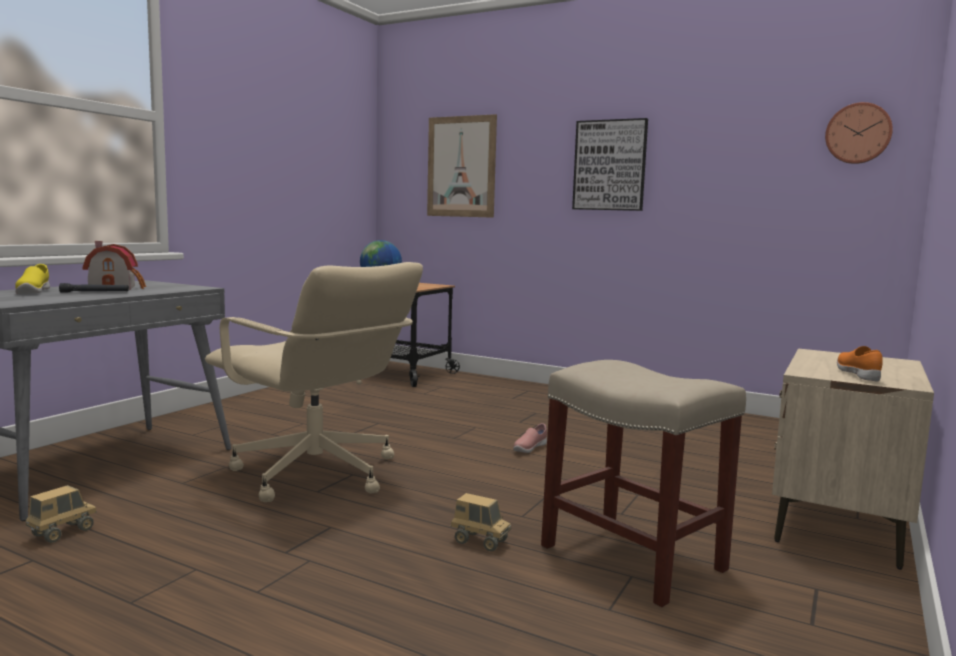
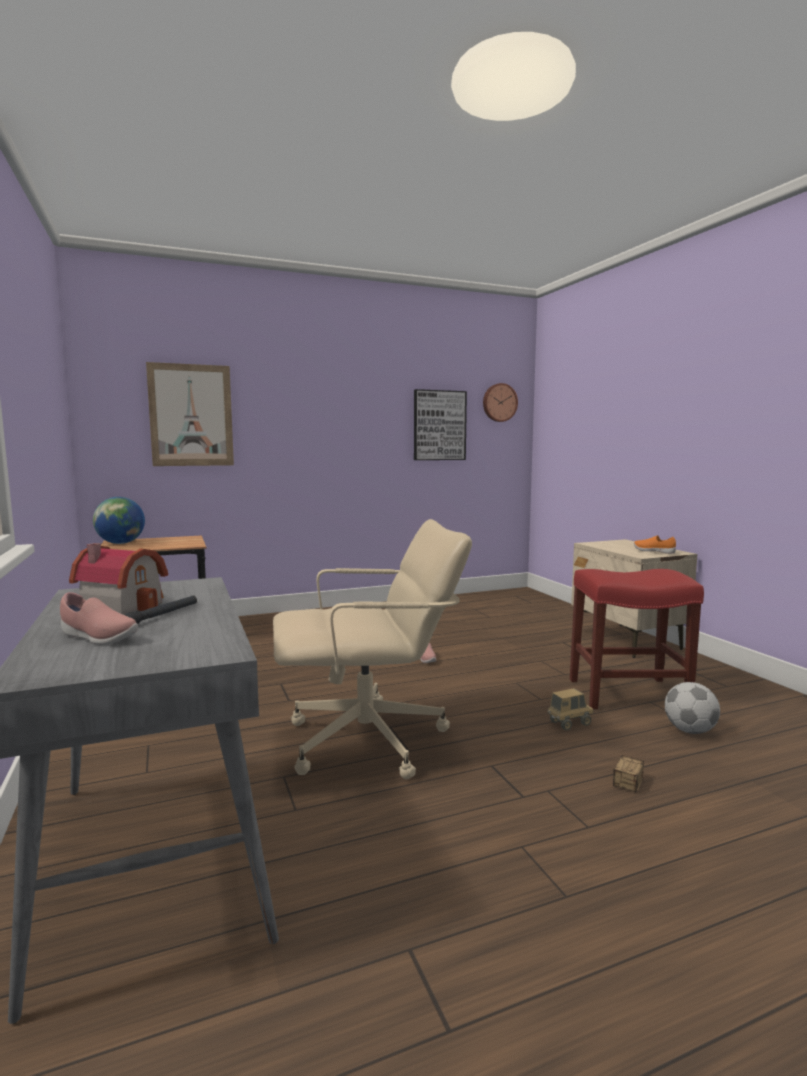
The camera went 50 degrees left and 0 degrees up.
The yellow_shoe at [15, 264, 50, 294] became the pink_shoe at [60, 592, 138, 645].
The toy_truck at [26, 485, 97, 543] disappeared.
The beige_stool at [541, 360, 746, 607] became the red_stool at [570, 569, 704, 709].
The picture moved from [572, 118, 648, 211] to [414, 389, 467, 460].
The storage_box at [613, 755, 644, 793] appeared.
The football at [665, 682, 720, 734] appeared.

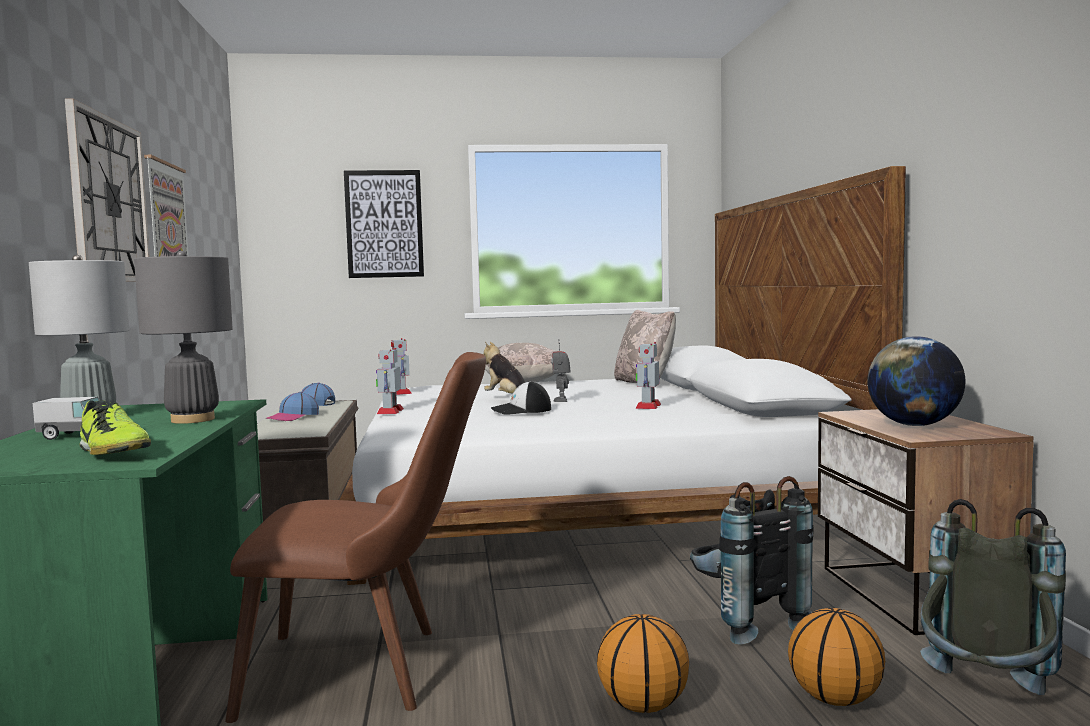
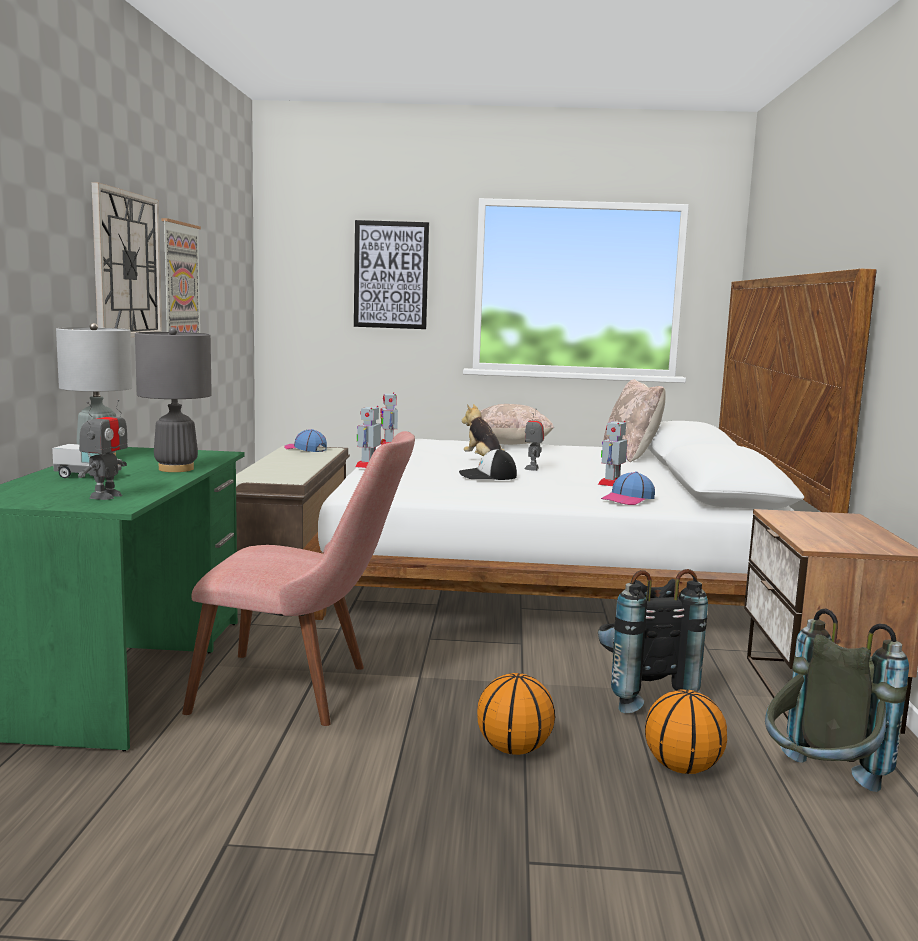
The camera went 10 degrees right and 5 degrees up.
The shoe at [79, 400, 151, 455] was replaced by the toy_robot at [78, 399, 128, 500].
The brown_chair at [225, 352, 486, 723] became the pink_chair at [182, 431, 415, 726].
The cap moved from [266, 392, 319, 421] to [601, 472, 655, 505].
The globe at [867, 336, 965, 426] disappeared.

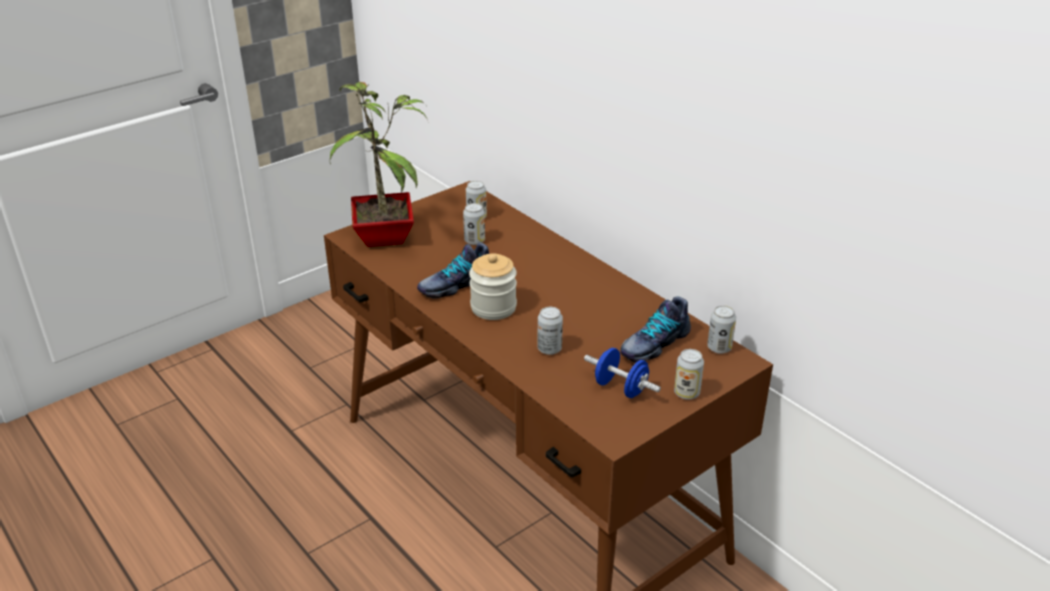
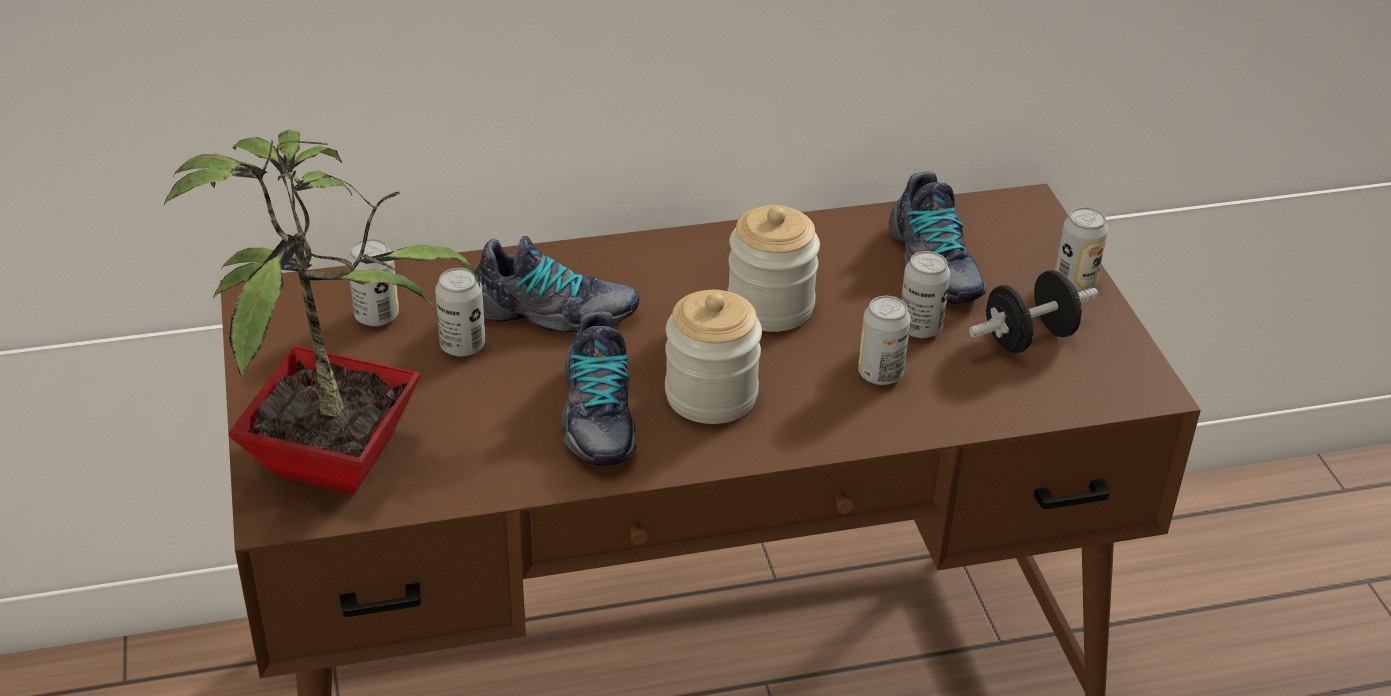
The camera went 65 degrees left and 5 degrees up.
The blue_dumbbell at [584, 348, 661, 398] became the black_dumbbell at [969, 270, 1098, 353].
The can moved from [707, 305, 736, 354] to [901, 251, 950, 338].
The shoe at [475, 236, 639, 332] appeared.
The jar at [727, 205, 820, 332] appeared.

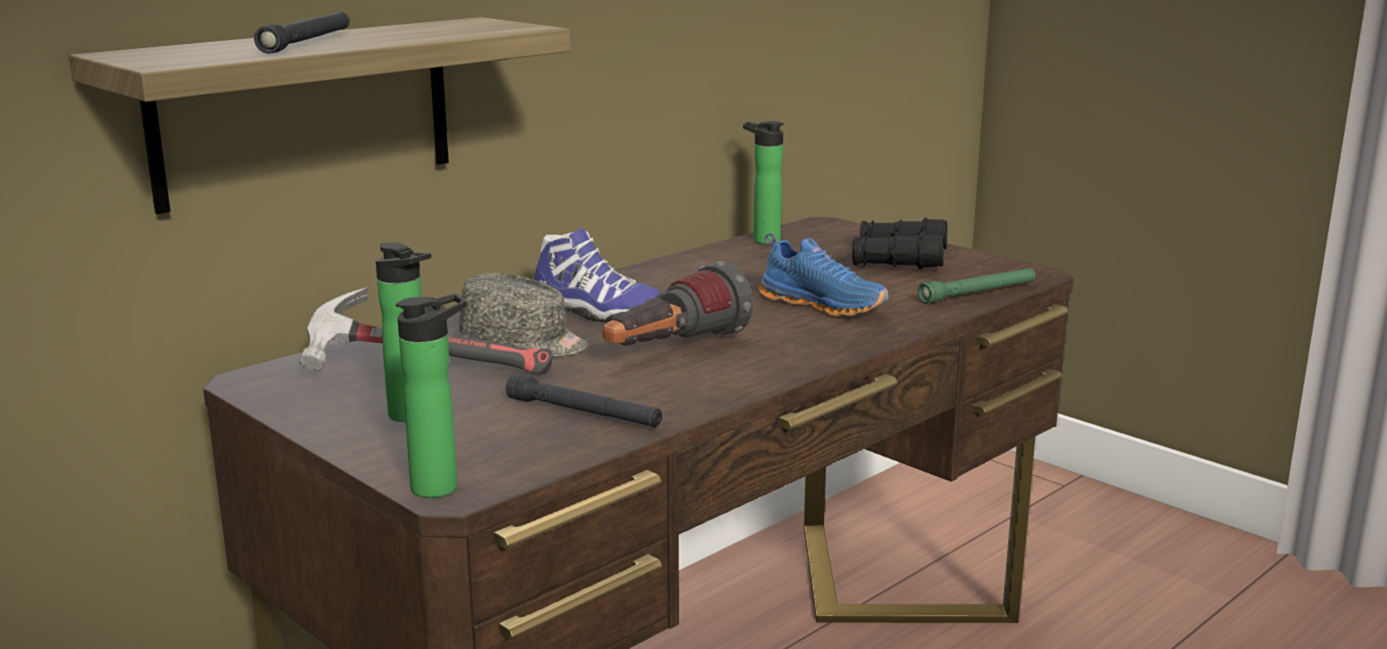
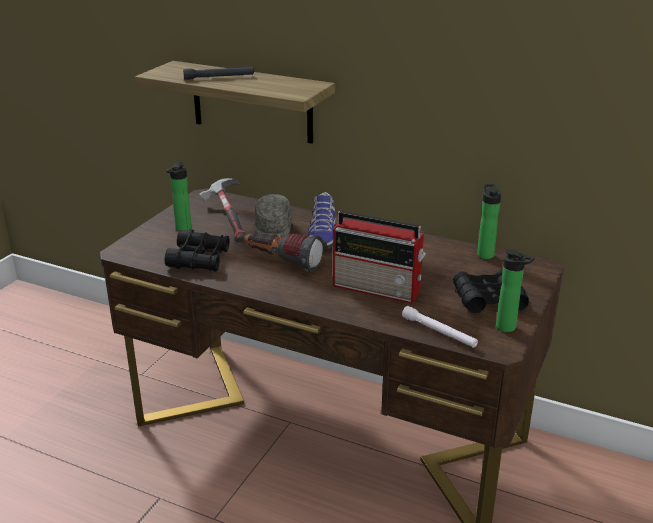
The camera went 70 degrees right and 10 degrees up.
The bottle moved from [396, 293, 467, 498] to [496, 249, 535, 332].
The black_flashlight at [506, 373, 662, 427] was replaced by the black_binoculars at [165, 230, 230, 272].
The blue_shoe at [759, 234, 889, 316] was replaced by the radio at [333, 211, 426, 304].
The green_flashlight at [918, 268, 1036, 304] became the white_flashlight at [402, 306, 478, 348].

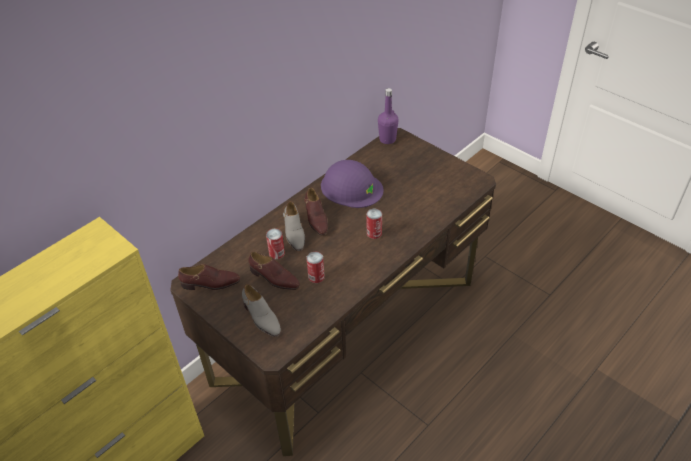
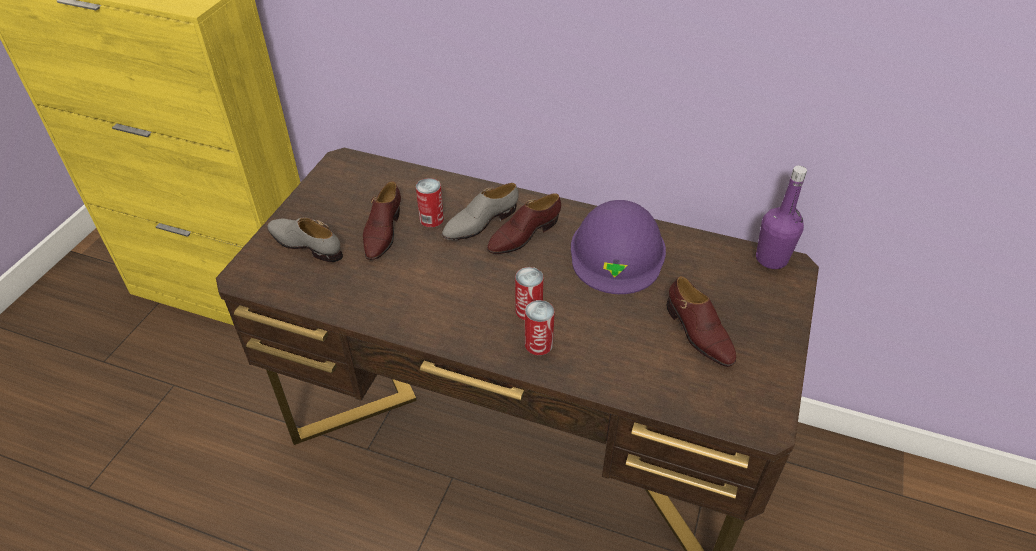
The camera went 65 degrees right and 0 degrees up.
The brown_shoe moved from [178, 264, 240, 290] to [667, 276, 736, 367].
The grey_shoe at [242, 284, 281, 337] turned 90 degrees clockwise.
The can moved from [306, 252, 325, 283] to [525, 300, 555, 355].

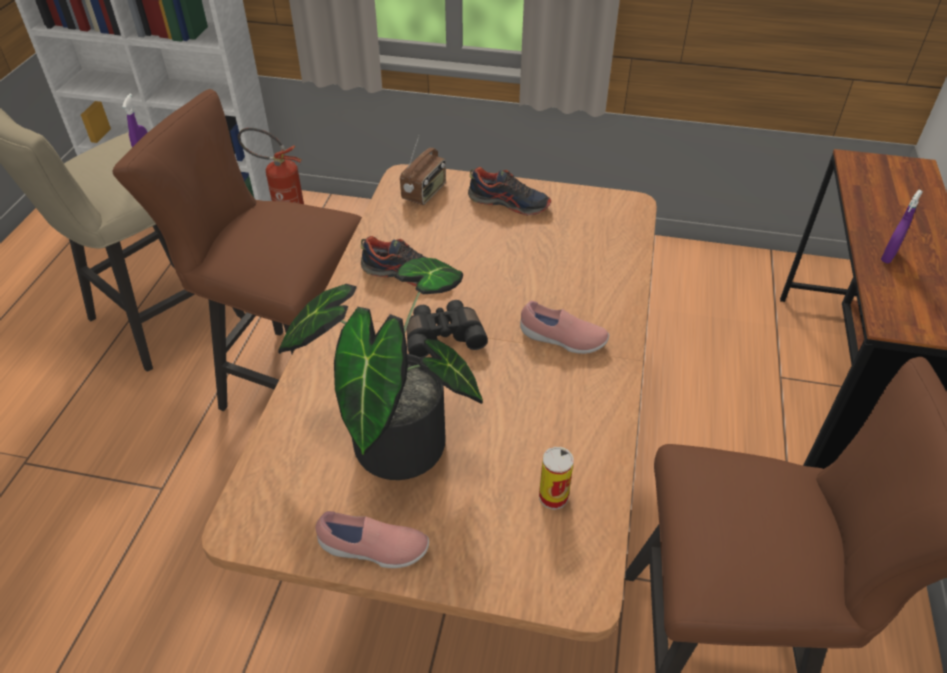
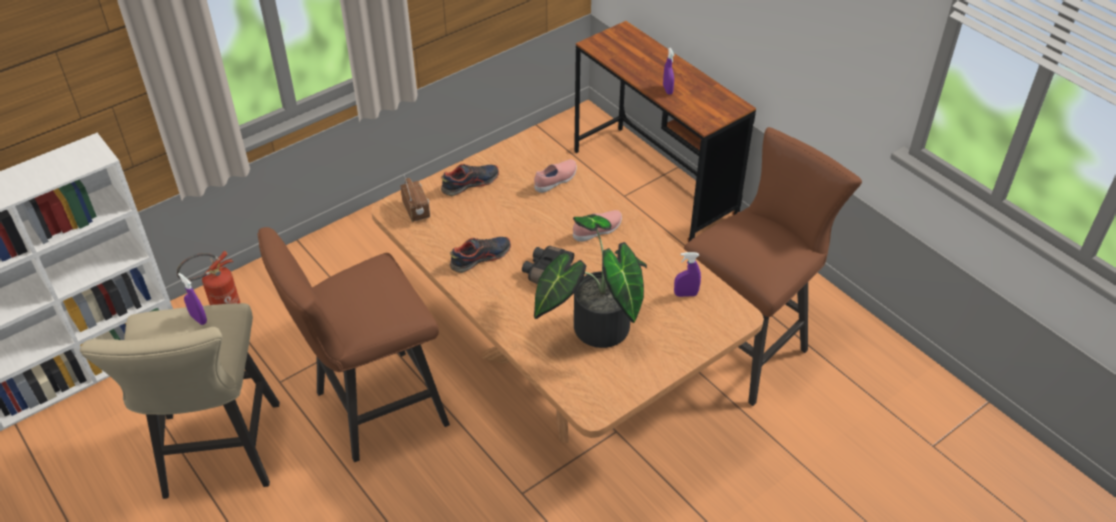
The camera went 50 degrees left and 0 degrees up.
The pink_shoe moved from [316, 511, 429, 568] to [534, 159, 577, 193].
The can at [539, 447, 574, 510] was replaced by the purple_spray_bottle at [674, 252, 701, 297].

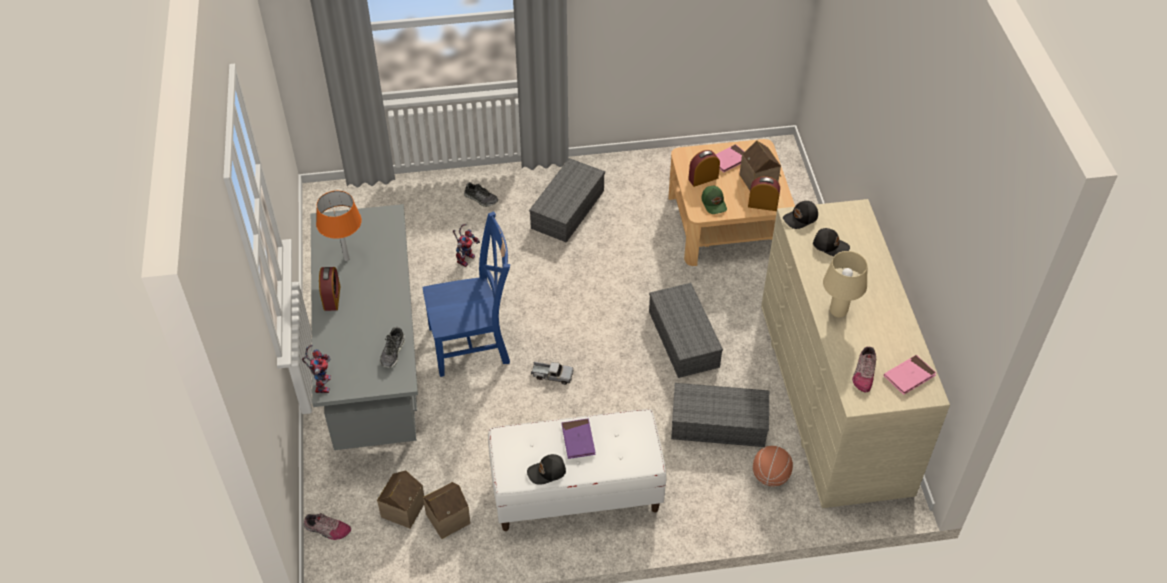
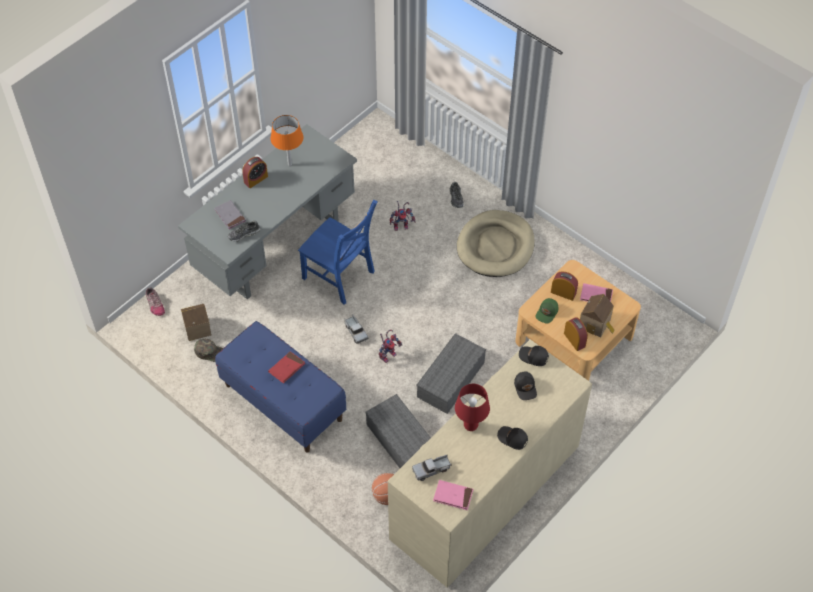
The camera went 50 degrees right and 5 degrees up.
The toy_robot moved from [302, 345, 331, 393] to [379, 330, 403, 363].
The toy_house at [423, 482, 471, 539] was replaced by the green_cap at [194, 338, 223, 362].
The white_bench at [488, 409, 667, 531] became the blue_bench at [215, 321, 346, 453].
The black_cap moved from [527, 454, 566, 485] to [497, 426, 528, 450].
The grey_storage_box at [529, 158, 605, 243] was replaced by the beige_dog_bed at [457, 210, 535, 277].
The purple_book at [561, 418, 596, 459] became the red_book at [268, 351, 305, 383].
The beige_table_lamp at [823, 251, 868, 318] became the red_table_lamp at [455, 384, 490, 431].
The shoe at [852, 347, 876, 392] was replaced by the toy_truck at [412, 455, 452, 481].
The grey_book at [214, 200, 246, 229] appeared.

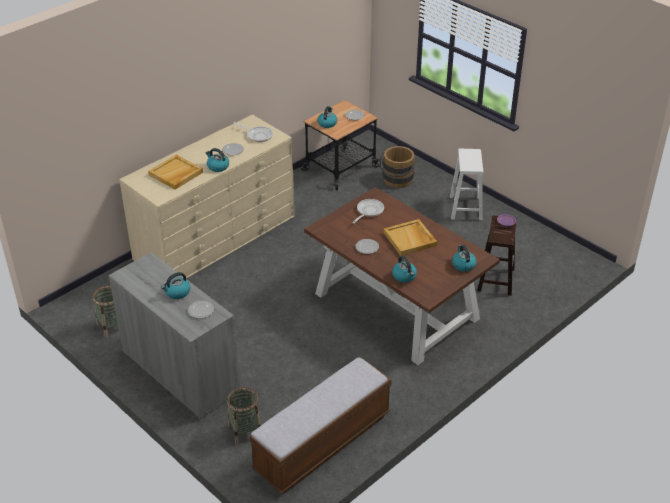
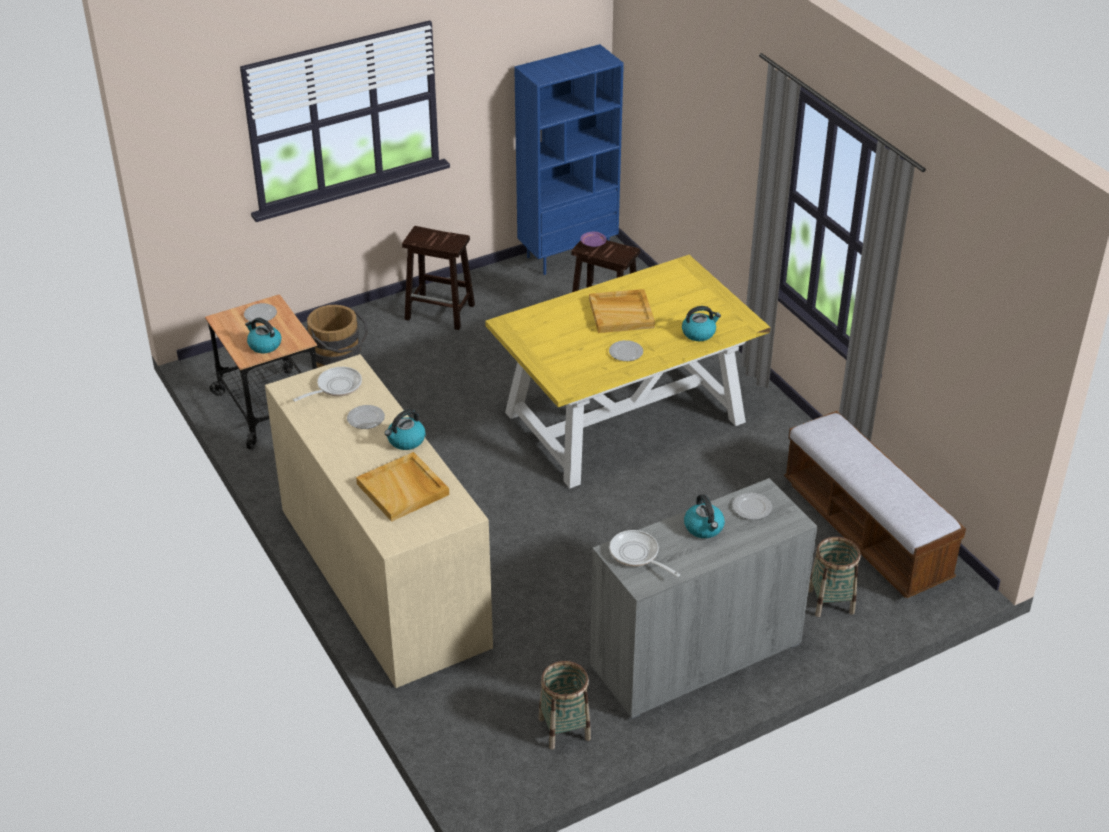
The camera went 75 degrees left and 0 degrees up.
The brown_dining_table at [304, 187, 500, 365] became the yellow_dining_table at [485, 255, 770, 488].
The frying_pan moved from [352, 199, 384, 223] to [609, 530, 680, 577].
The white_stool at [450, 149, 483, 220] became the brown_stool at [402, 226, 475, 330].
The kettle at [452, 245, 476, 272] disappeared.
The blue_bookcase at [514, 44, 624, 275] appeared.

